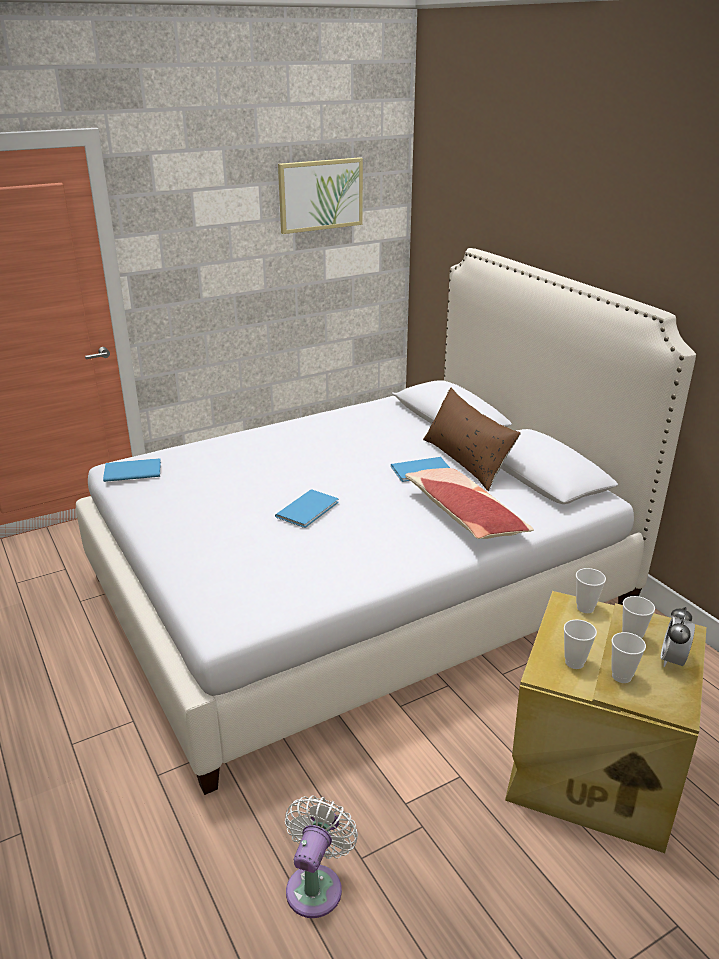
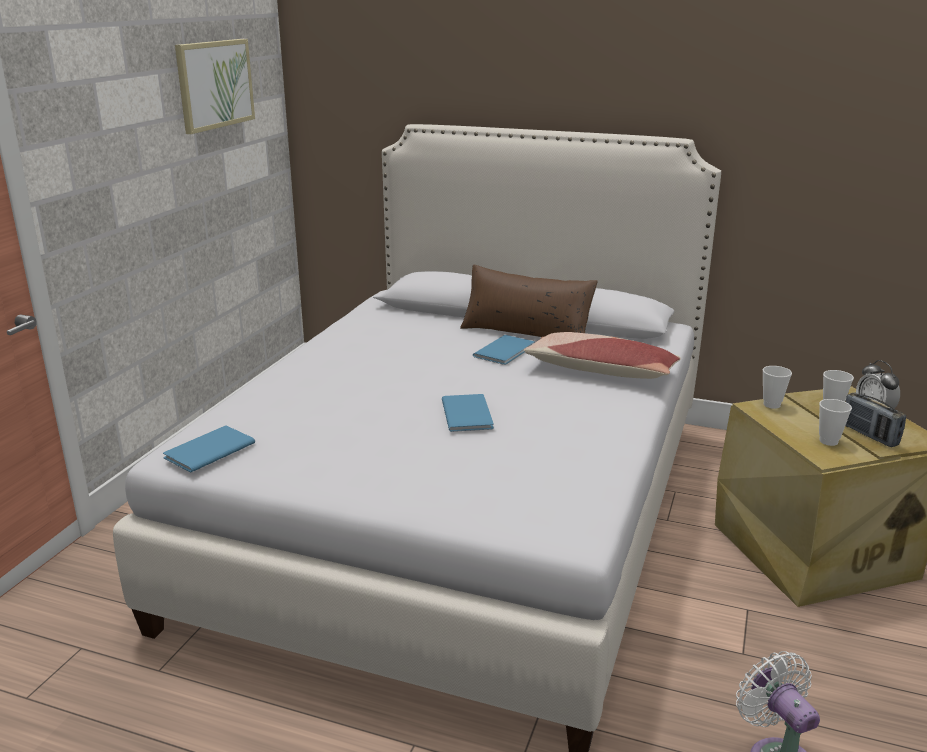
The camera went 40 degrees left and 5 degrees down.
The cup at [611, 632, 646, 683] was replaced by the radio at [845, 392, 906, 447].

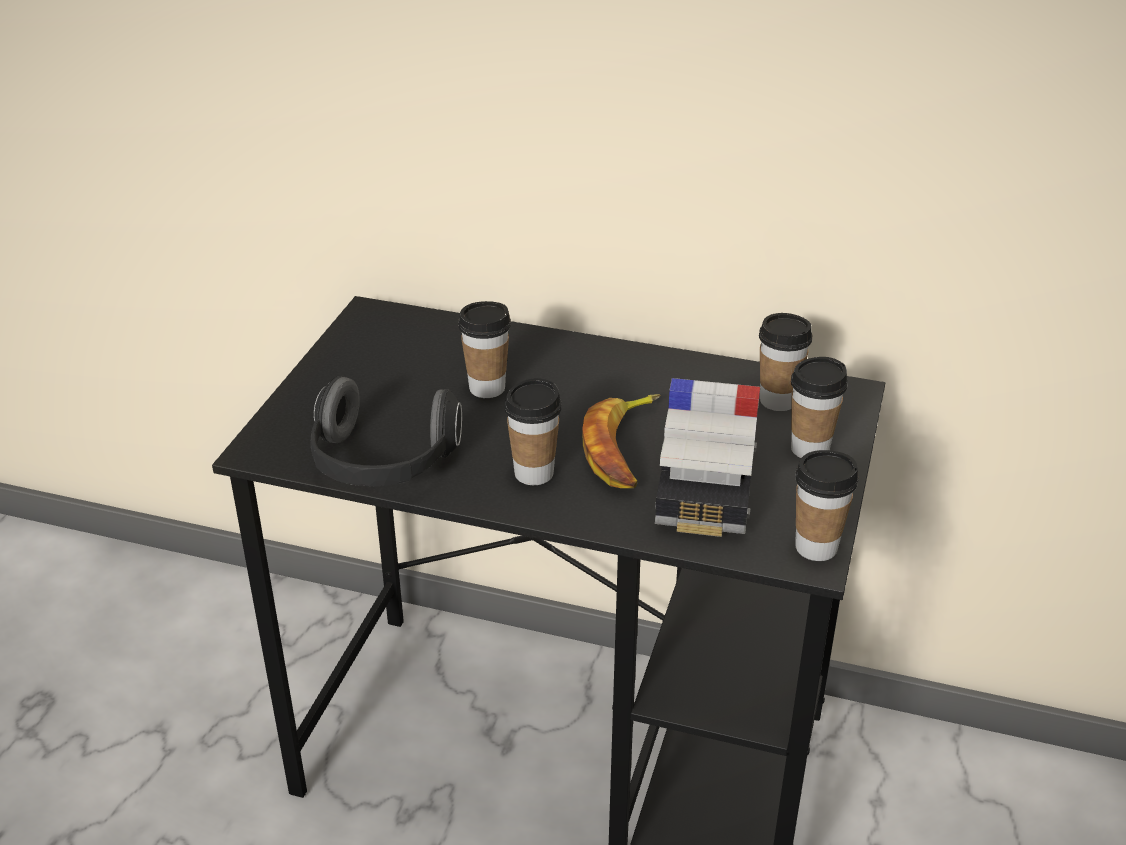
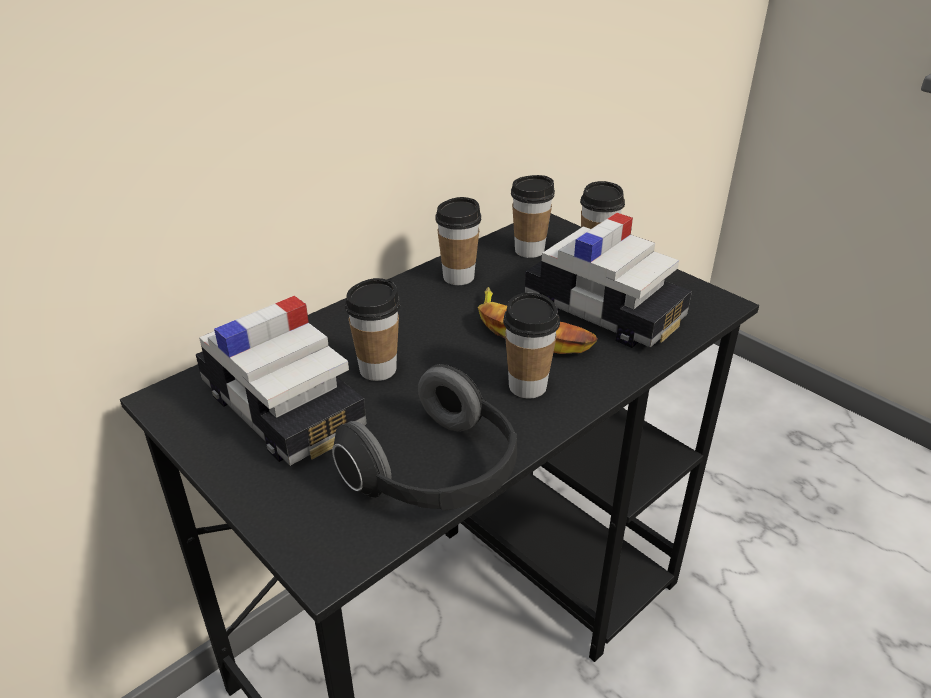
The camera went 60 degrees left and 0 degrees up.
The cup moved from [795, 450, 858, 561] to [435, 197, 481, 285].
The toy_car at [196, 296, 367, 466] appeared.

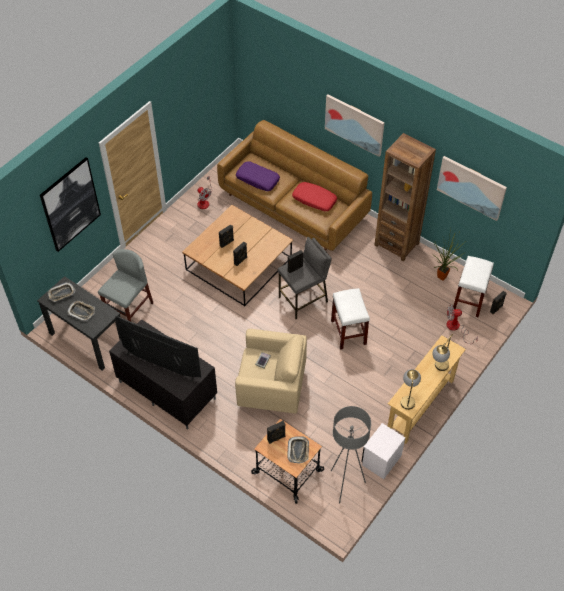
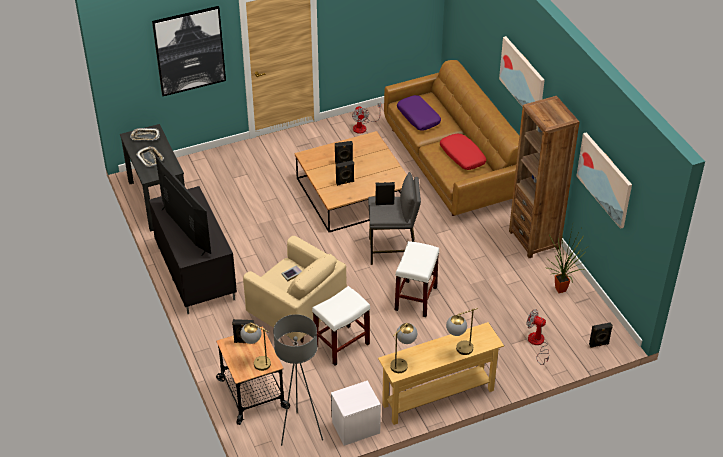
The camera went 30 degrees right and 10 degrees down.
The grey_chair at [98, 249, 153, 321] disappeared.
The tray at [287, 436, 309, 464] was replaced by the table_lamp at [241, 322, 271, 371].
The white_stool moved from [453, 256, 494, 318] to [312, 286, 370, 366].

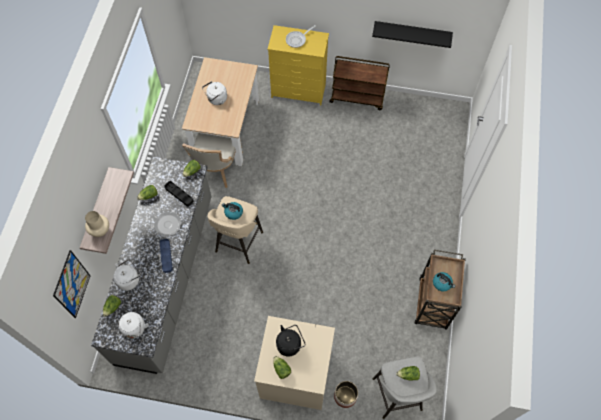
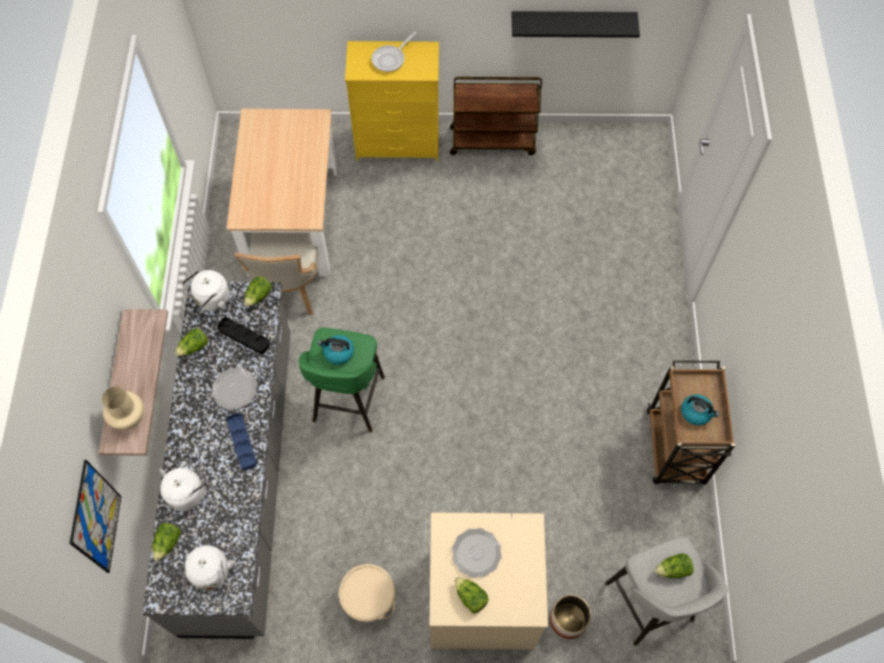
The camera went 10 degrees left and 0 degrees up.
The white_kettle moved from [202, 81, 227, 105] to [182, 270, 230, 311].
The beige_stool at [207, 196, 263, 264] became the green_stool at [299, 328, 385, 432].
The black_kettle at [276, 325, 305, 357] was replaced by the plate at [452, 528, 502, 578].
The beige_bucket at [339, 564, 396, 622] appeared.

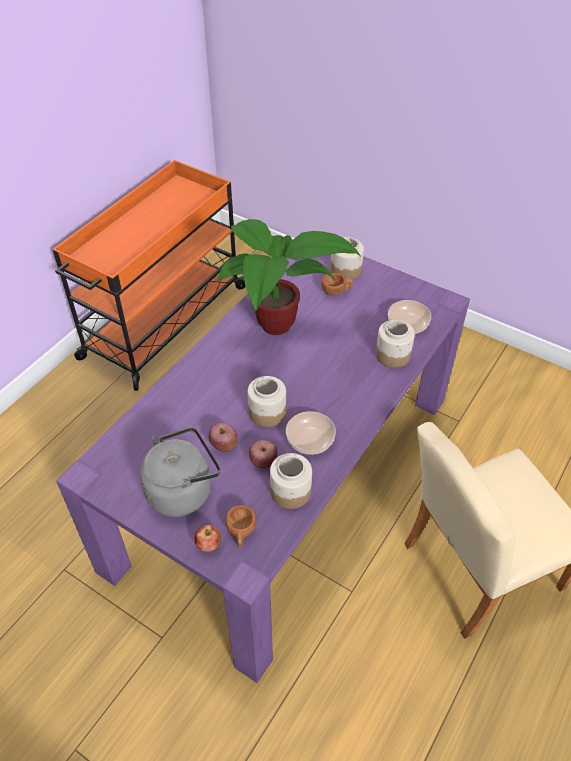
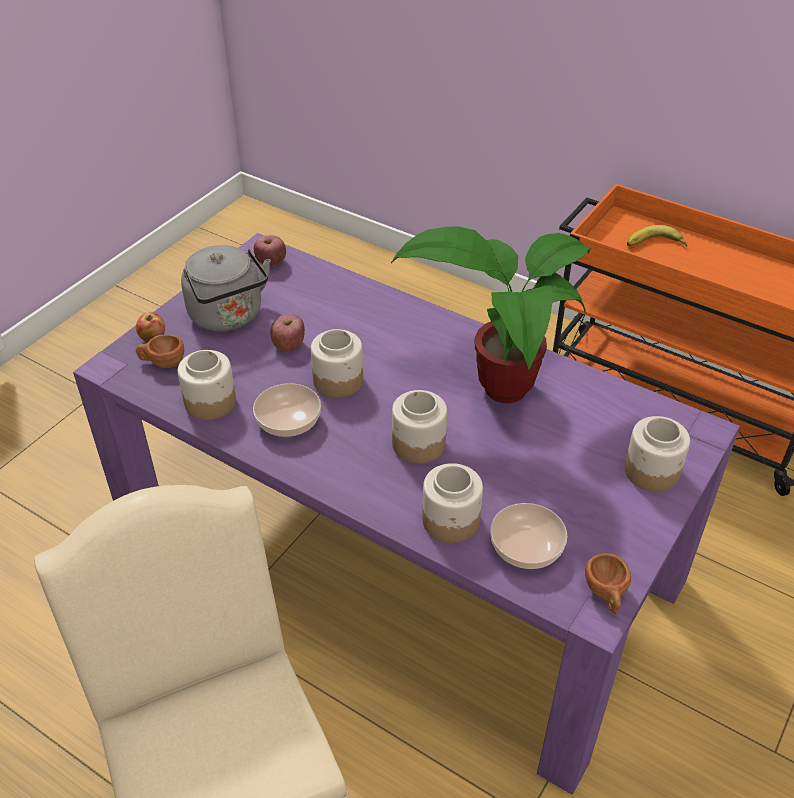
The camera went 90 degrees right and 5 degrees down.
The apple moved from [249, 440, 278, 469] to [254, 235, 286, 266].
The brown_cup moved from [321, 273, 353, 295] to [585, 553, 631, 614].
The jar at [392, 390, 447, 464] appeared.
The banana at [627, 225, 688, 246] appeared.

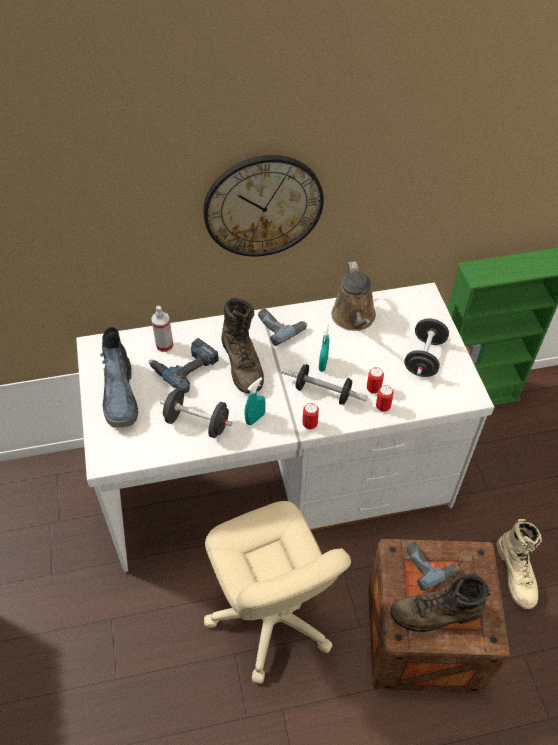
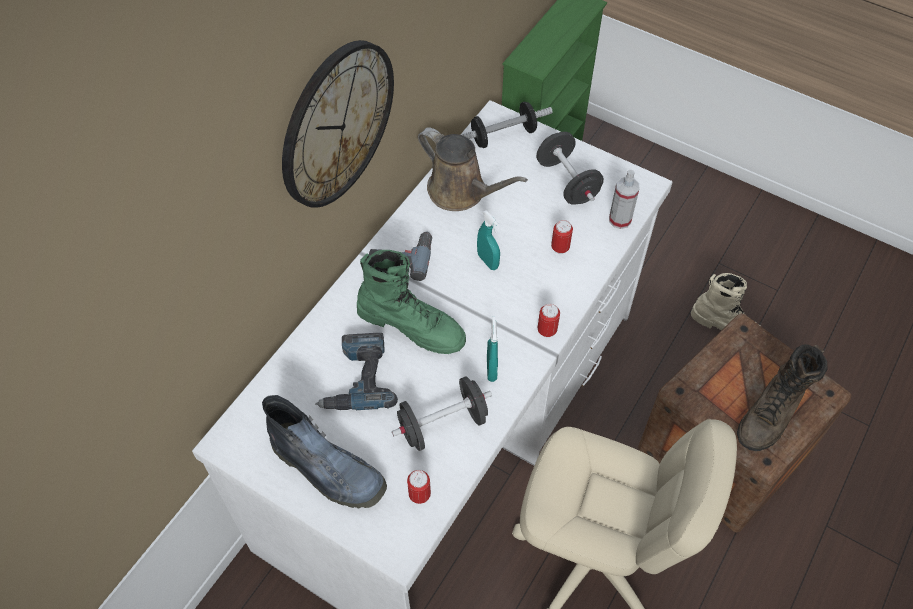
The camera went 45 degrees left and 5 degrees up.
The spray_bottle moved from [151, 306, 174, 352] to [609, 170, 639, 229].
The brown_boot at [221, 297, 264, 394] became the green_boot at [357, 250, 466, 354].
The dumbbell moved from [281, 364, 368, 405] to [461, 102, 553, 148].
The can moved from [376, 385, 394, 412] to [407, 470, 431, 504].
The power_drill at [406, 542, 459, 591] disappeared.

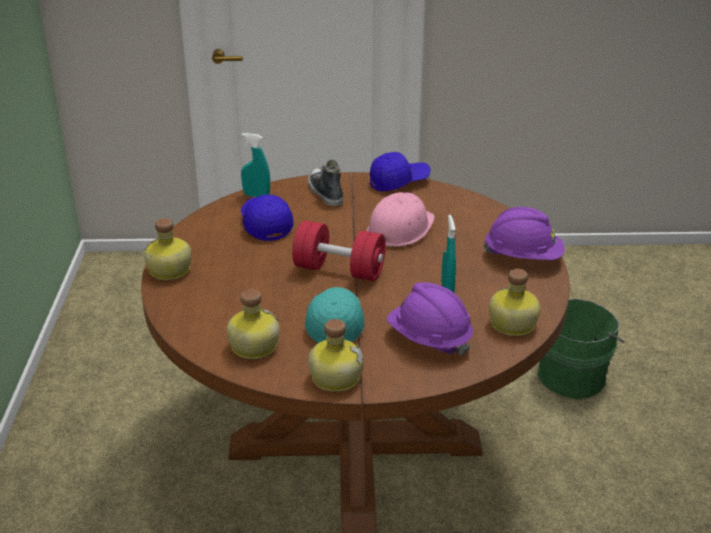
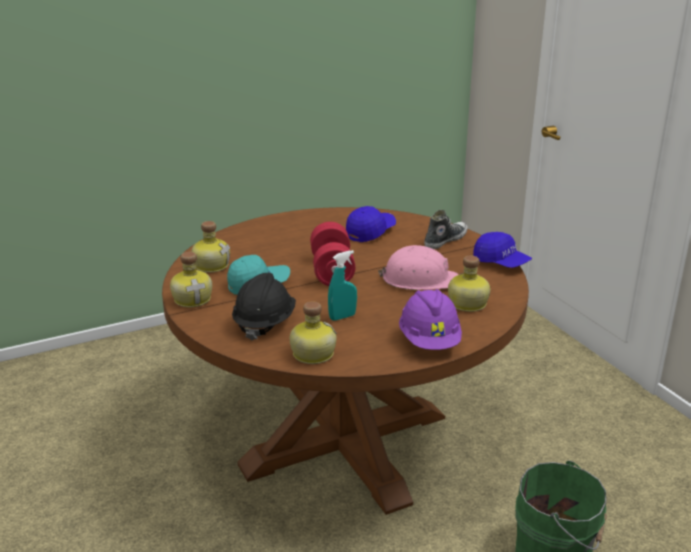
The camera went 65 degrees right and 5 degrees down.
The bottle moved from [144, 218, 192, 280] to [448, 255, 491, 312].
The turquoise_spray_bottle at [241, 133, 270, 197] disappeared.
The purple_hard_hat at [387, 282, 473, 356] became the black_hard_hat at [232, 273, 296, 341].

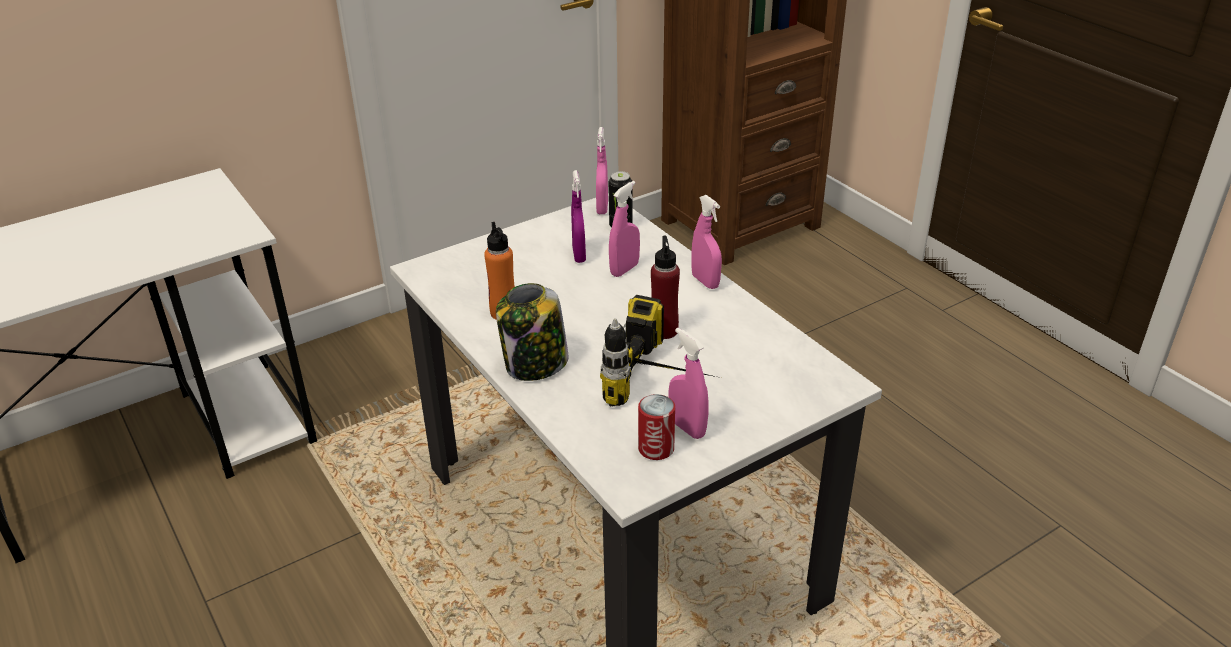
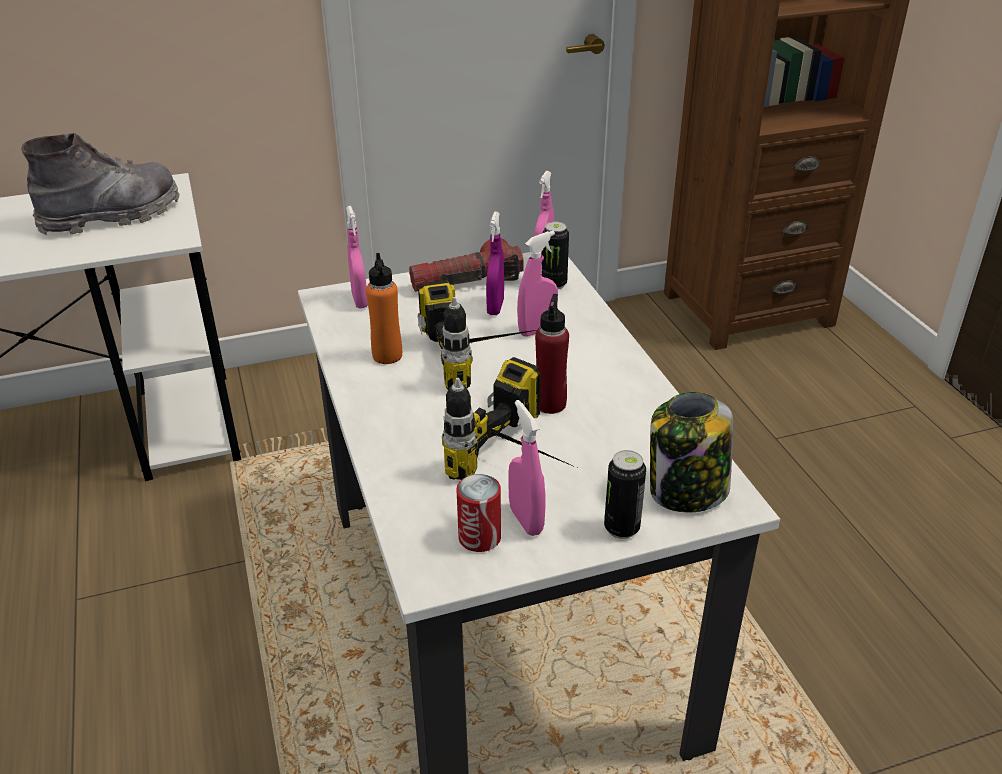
The camera went 15 degrees right and 0 degrees up.
The jar moved from [496, 283, 568, 381] to [650, 392, 733, 513].
The pink_spray_bottle moved from [691, 195, 722, 289] to [346, 206, 368, 308].
The grey_boot at [21, 133, 179, 235] appeared.
The flashlight at [409, 238, 524, 292] appeared.
The power_drill at [418, 280, 537, 390] appeared.
The can at [604, 450, 646, 539] appeared.

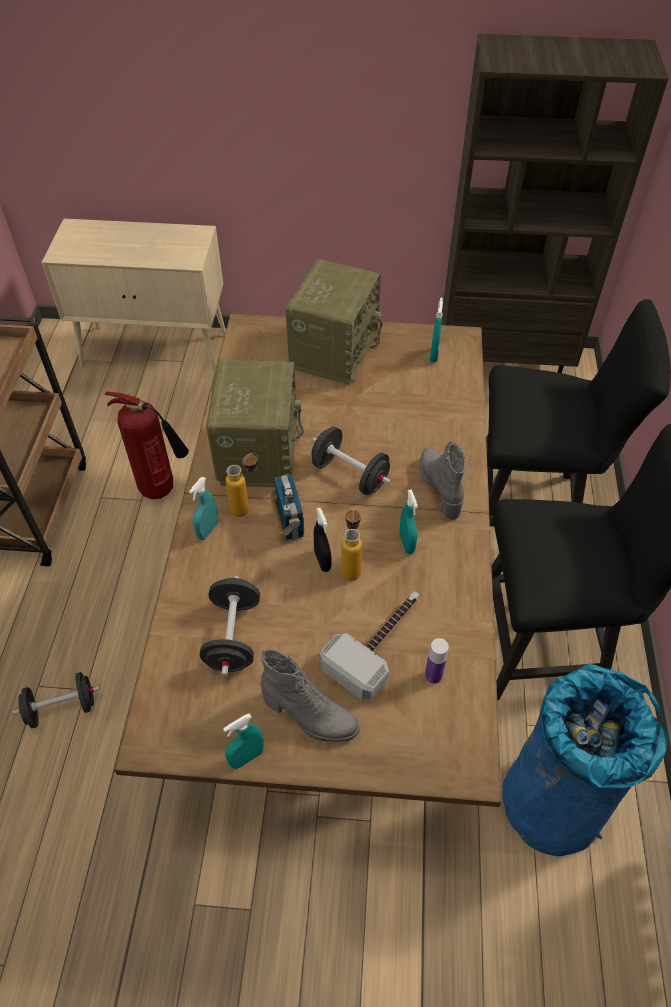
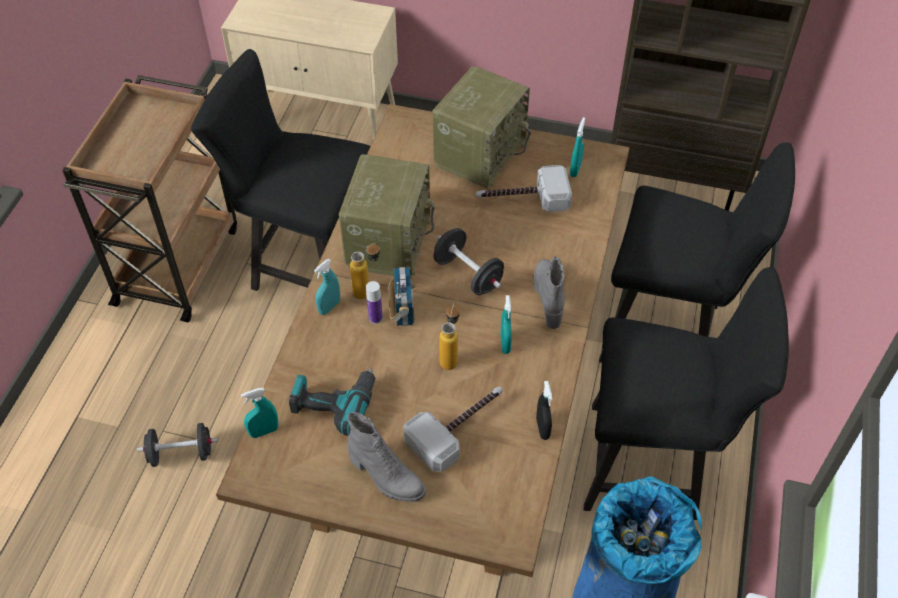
The camera went 10 degrees right and 0 degrees up.
The fire_extinguisher at [104, 392, 189, 499] was replaced by the black_chair at [191, 49, 370, 291].
The black_dumbbell at [200, 576, 260, 676] was replaced by the power_drill at [289, 368, 376, 436].
The turquoise_spray_bottle moved from [223, 713, 264, 769] to [241, 388, 279, 438].
The black_spray_bottle moved from [314, 507, 331, 572] to [536, 381, 552, 440].
The bottle moved from [425, 638, 449, 684] to [366, 281, 383, 324].
The hammer at [476, 165, 572, 212] appeared.

